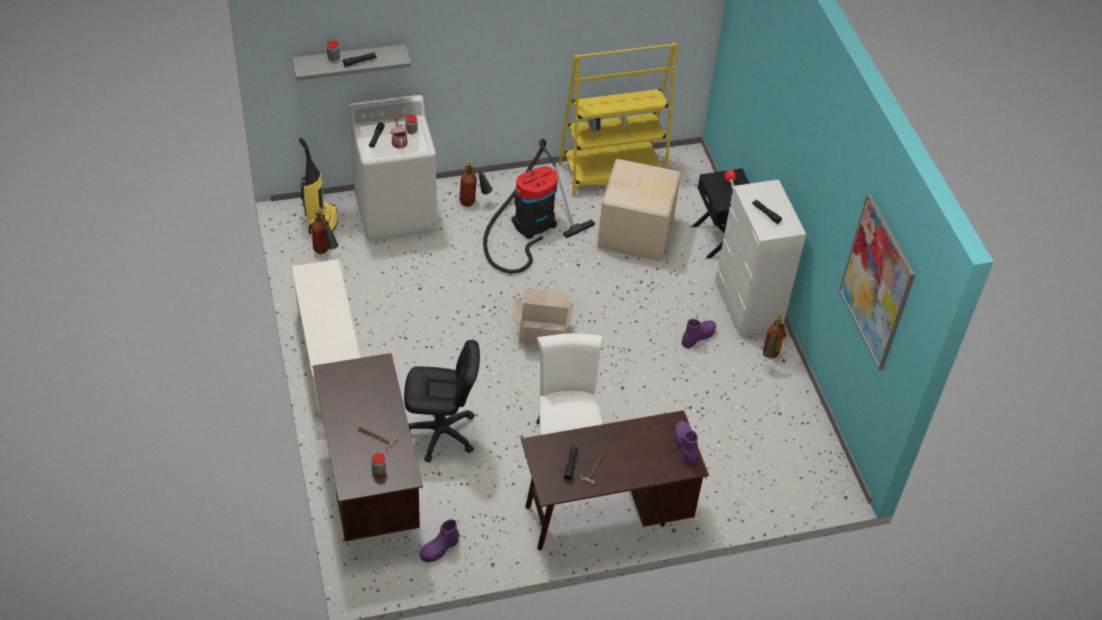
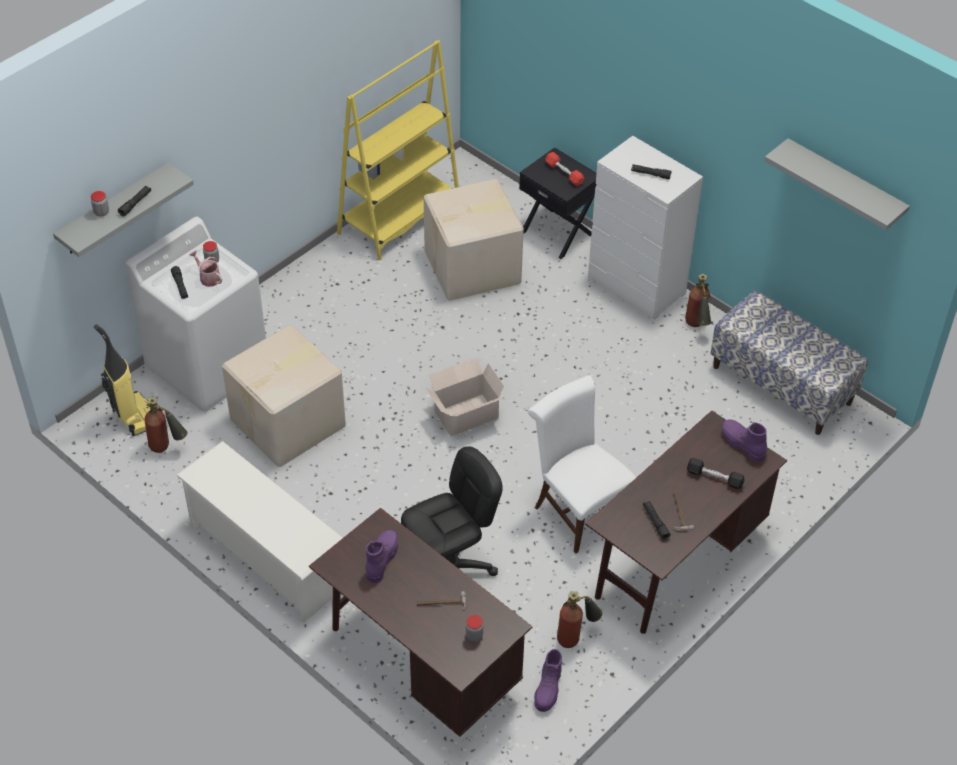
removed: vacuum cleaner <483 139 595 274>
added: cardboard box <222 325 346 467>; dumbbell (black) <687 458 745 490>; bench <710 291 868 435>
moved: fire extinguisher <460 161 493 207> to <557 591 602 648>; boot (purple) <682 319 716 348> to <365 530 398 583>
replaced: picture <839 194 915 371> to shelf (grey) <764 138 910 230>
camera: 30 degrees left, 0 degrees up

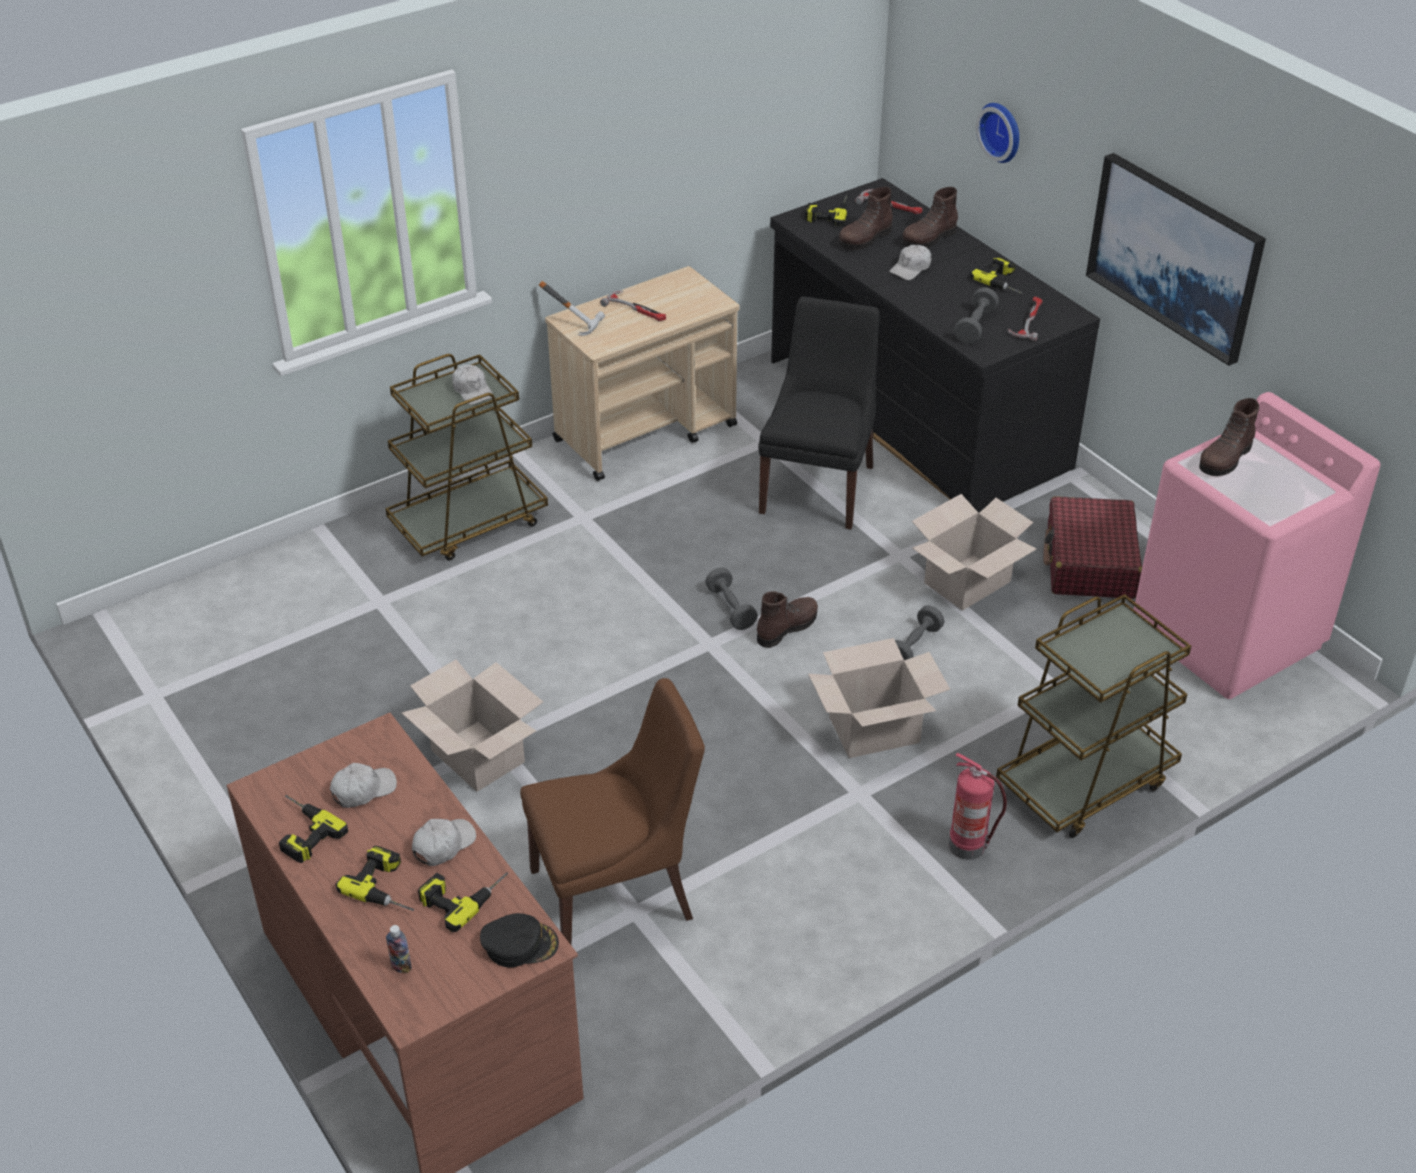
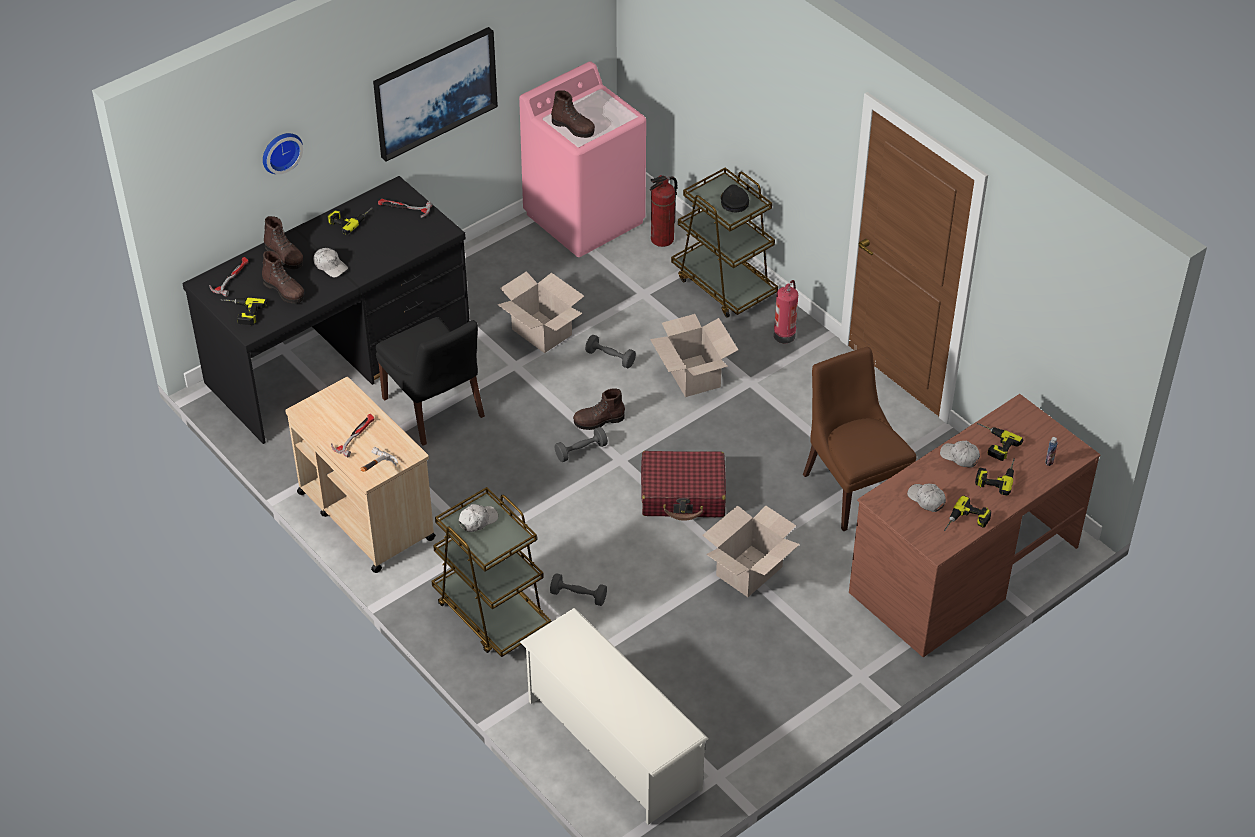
added: shoe rack (white) <520 608 709 825>; fire extinguisher <650 175 677 247>
moved: cap (black) <480 913 559 968> to <721 184 749 212>; dumbbell (grey) <954 287 999 344> to <550 573 607 606>; suitcase (red) <1043 496 1142 599> to <641 451 726 521>
turned: boot (brown) <757 592 818 648> = <573 388 625 430> 60 degrees counterclockwise; chair (black) <758 296 880 529> = <376 317 485 446> 135 degrees counterclockwise
camera: 95 degrees left, 5 degrees up

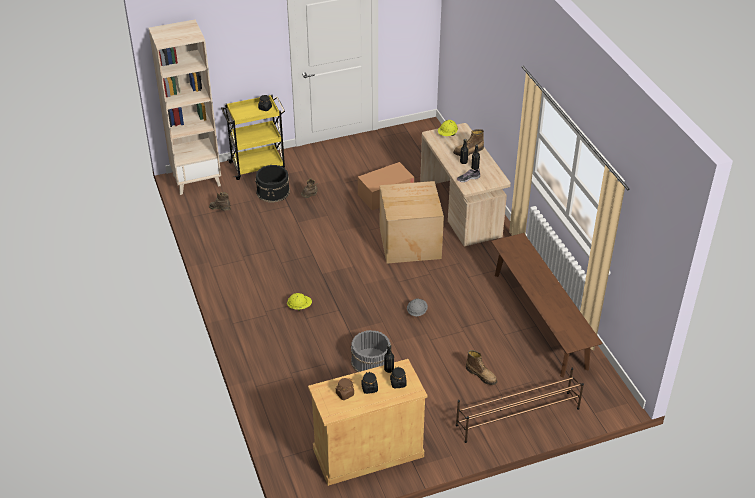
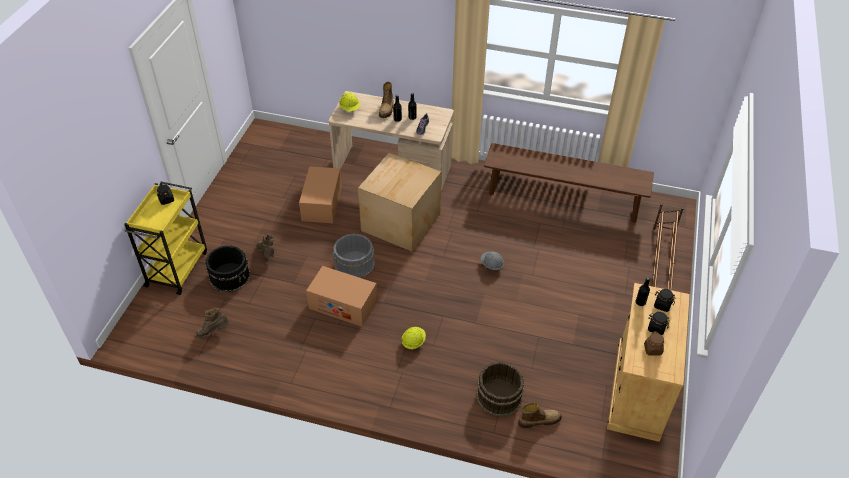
removed: bookcase (beige) <148 20 221 195>
added: cardboard box <306 266 377 327>; bucket (brown) <476 362 524 417>
moved: bucket (grey) <351 330 391 372> to <332 234 375 278>; boot <466 350 497 385> to <518 403 562 428>
camera: 55 degrees left, 5 degrees up

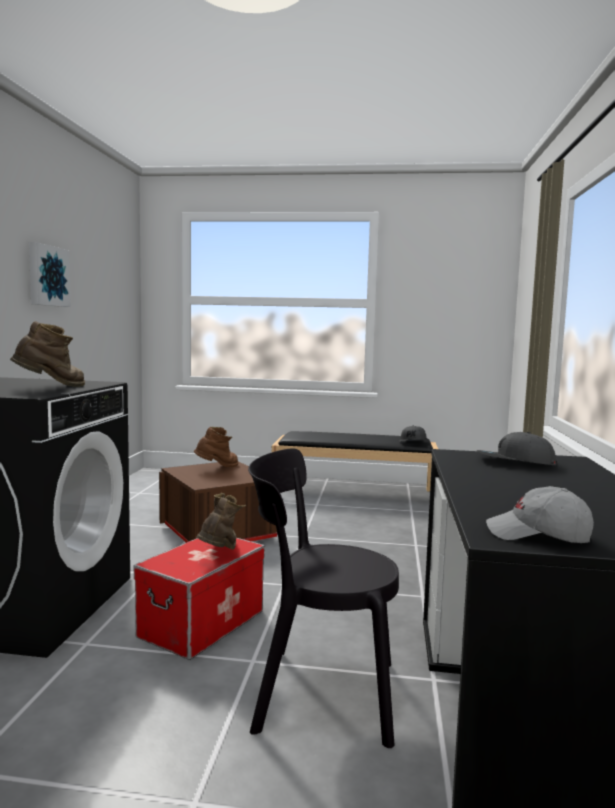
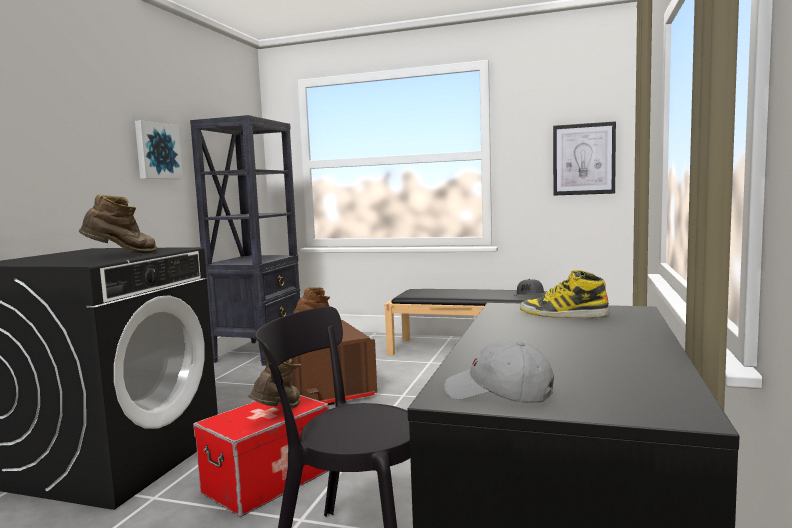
added: bookcase (black) <190 115 300 366>; picture <553 121 616 196>
replaced: cap (grey) <477 432 557 465> to boot <520 270 609 318>
camera: 10 degrees right, 0 degrees up

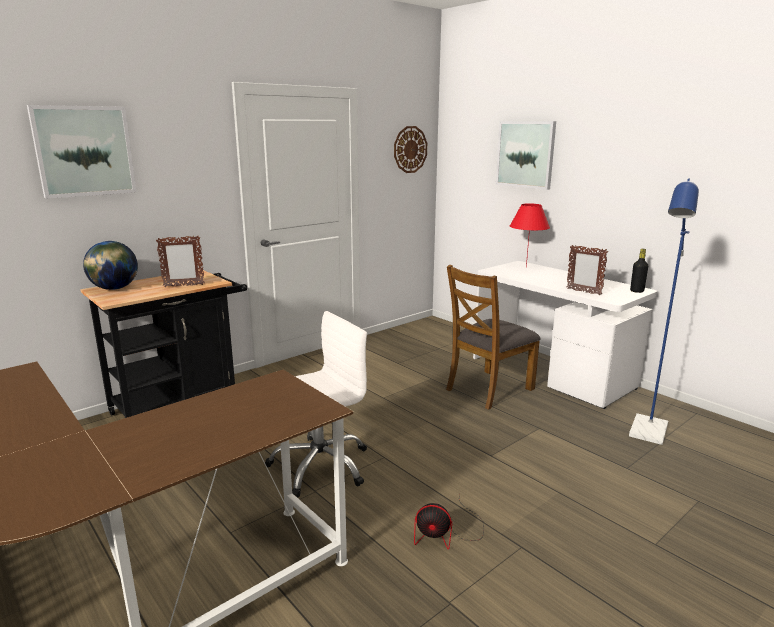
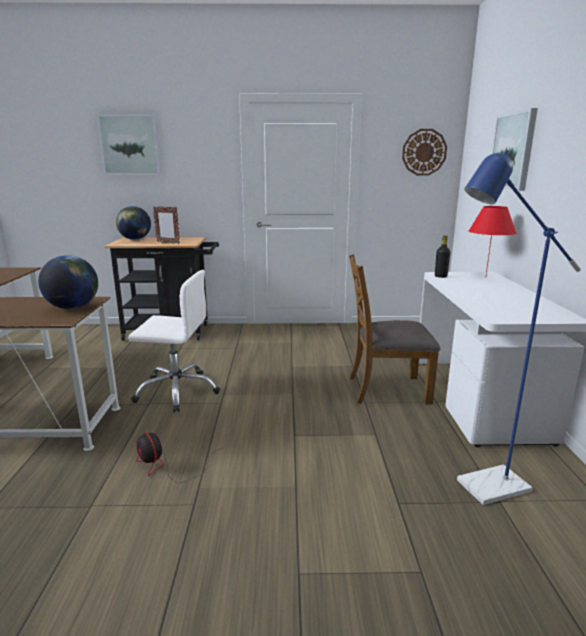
removed: picture frame <567 245 608 295>
added: globe <38 255 98 309>
moved: bottle (black) <630 249 648 293> to <435 235 450 278>
camera: 40 degrees right, 0 degrees up

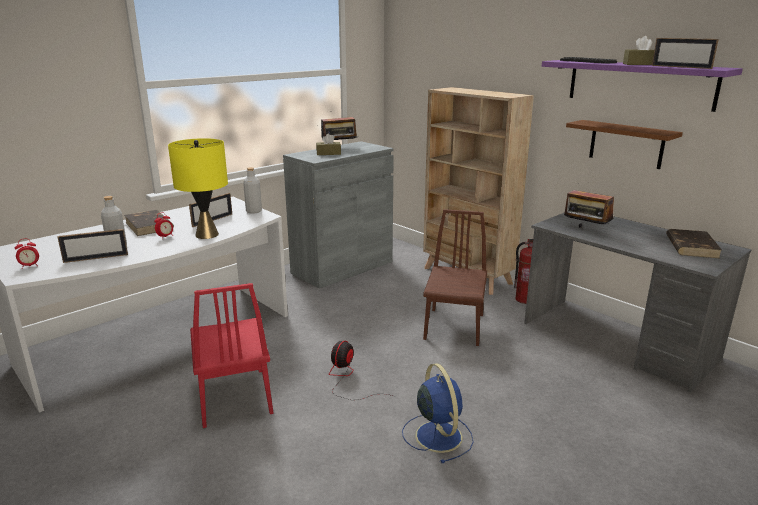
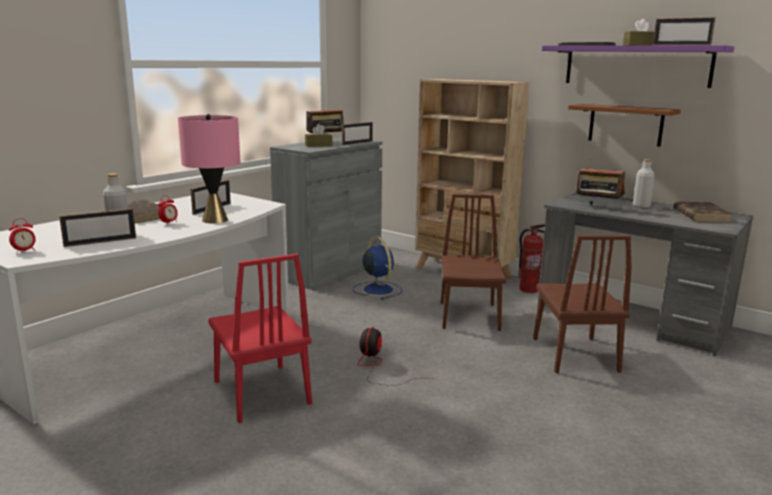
added: picture frame <342 122 373 145>; chair (brown) <533 235 632 373>
moved: bottle (grey) <243 167 262 214> to <633 159 655 208>; fan (blue) <402 363 474 463> to <353 237 402 300>
recoloured: table lamp (yellow) <168 138 228 239> to table lamp (pink) <178 114 241 223>
camera: 10 degrees left, 5 degrees down

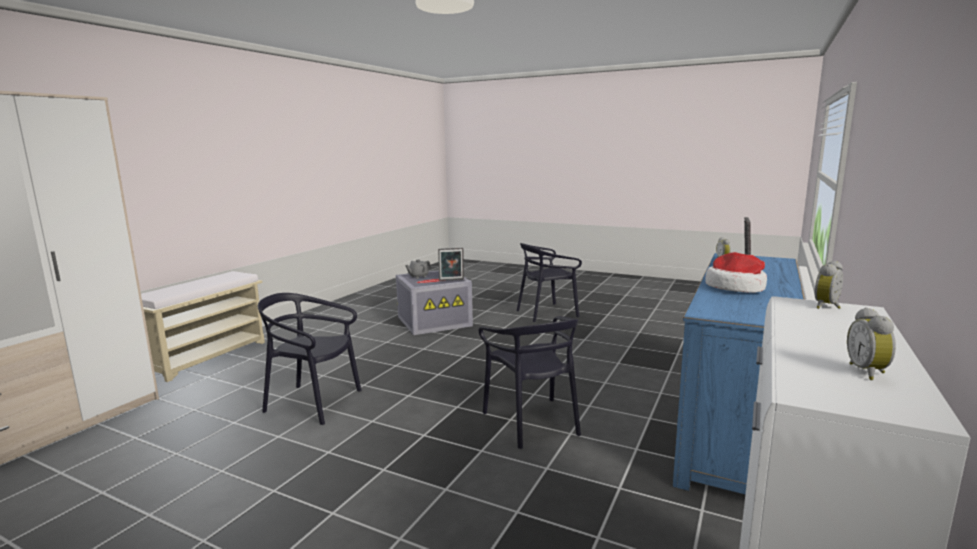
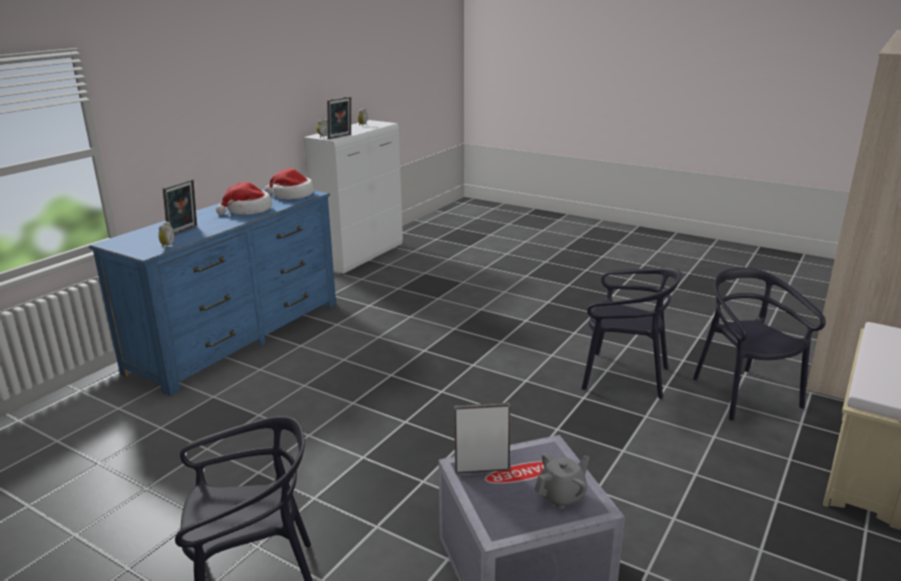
added: hat <265 169 315 199>; picture frame <327 97 351 139>
moved: chair (black) <479 316 581 449> to <693 268 826 421>
camera: 175 degrees left, 10 degrees up

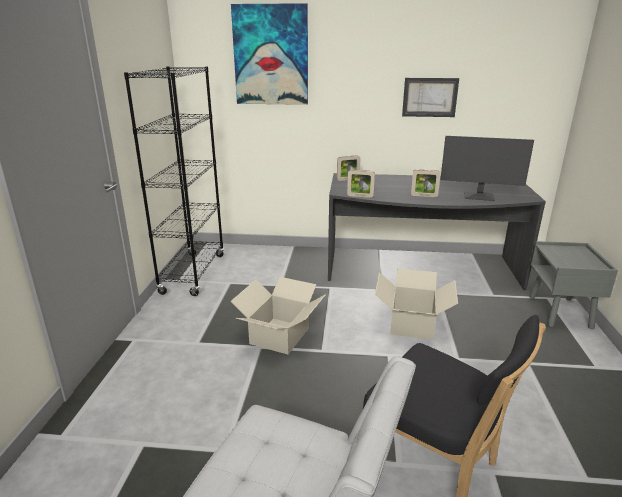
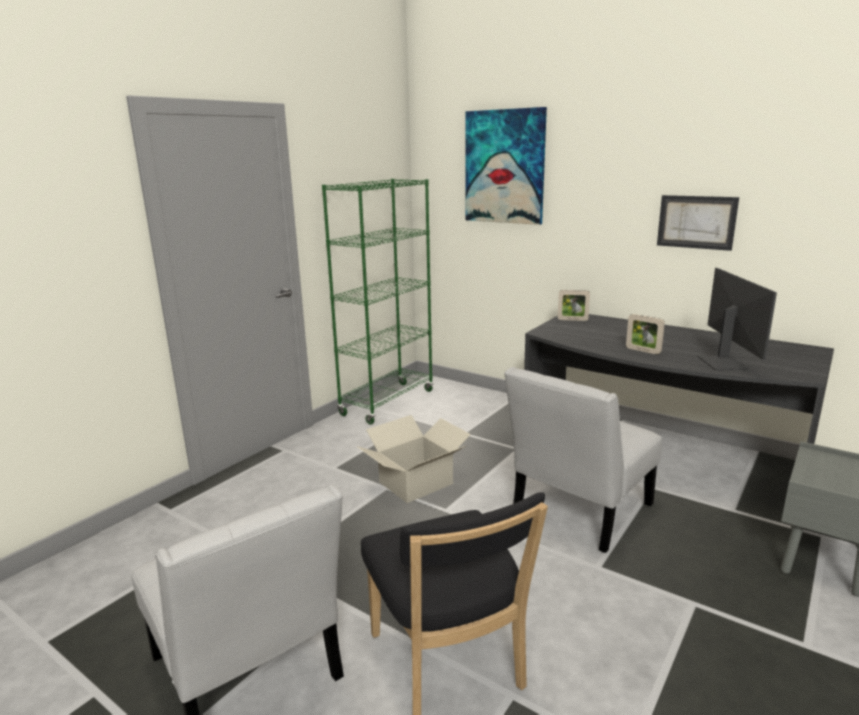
removed: picture frame <347 170 375 198>
replaced: cardboard box <375 268 458 340> to chair (white) <504 367 662 553>
recoloured: bookcase (black) <124 66 225 296> to bookcase (green) <322 178 434 424>
turned: monitor <440 136 534 201> = <697 268 777 370> 135 degrees counterclockwise
camera: 30 degrees right, 5 degrees down

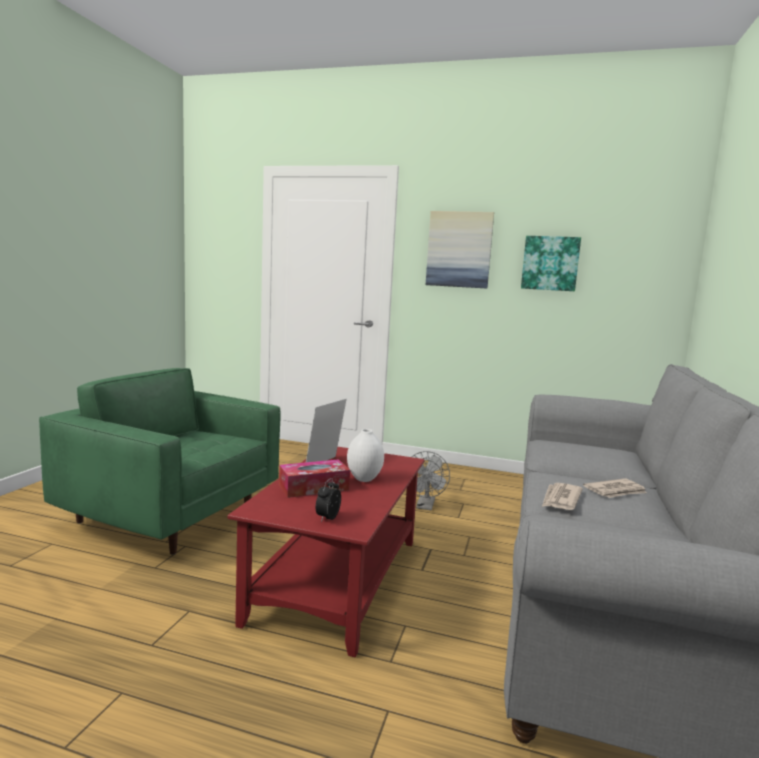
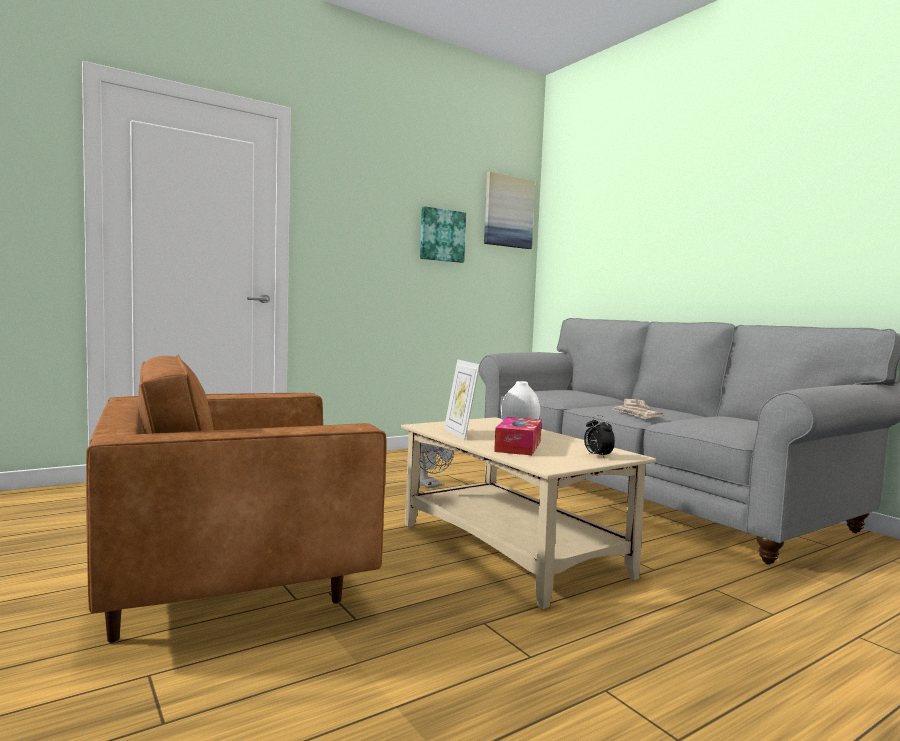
moved: picture <426 211 494 289> to <484 172 535 249>
recoloured: armchair (green) <39 368 280 555> to armchair (brown) <86 355 386 643>; coffee table (red) <227 447 425 657> to coffee table (beige) <401 417 656 609>
camera: 50 degrees left, 5 degrees down

